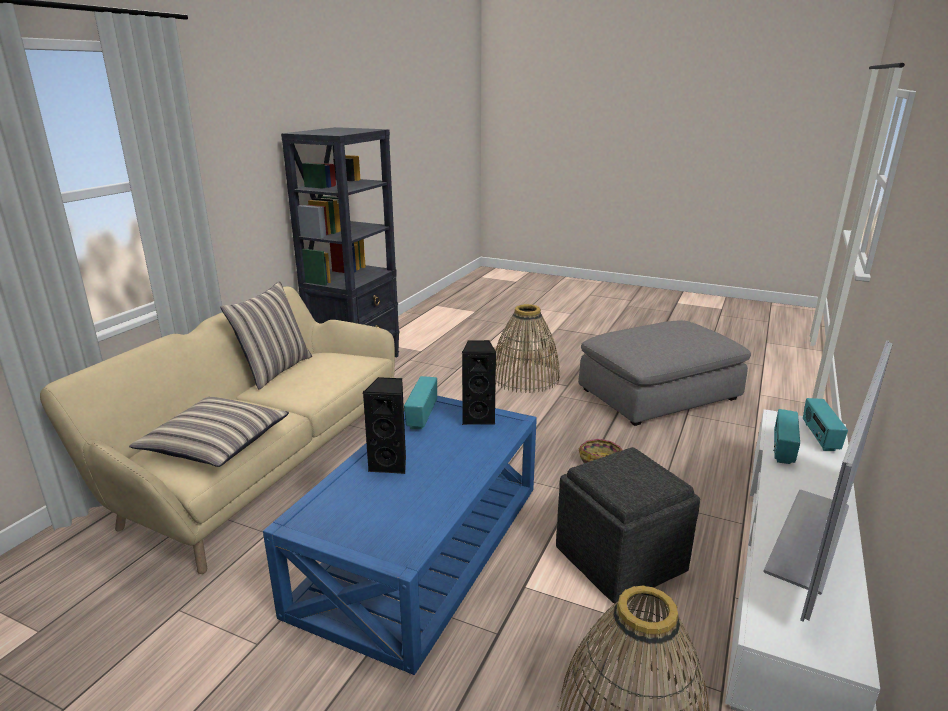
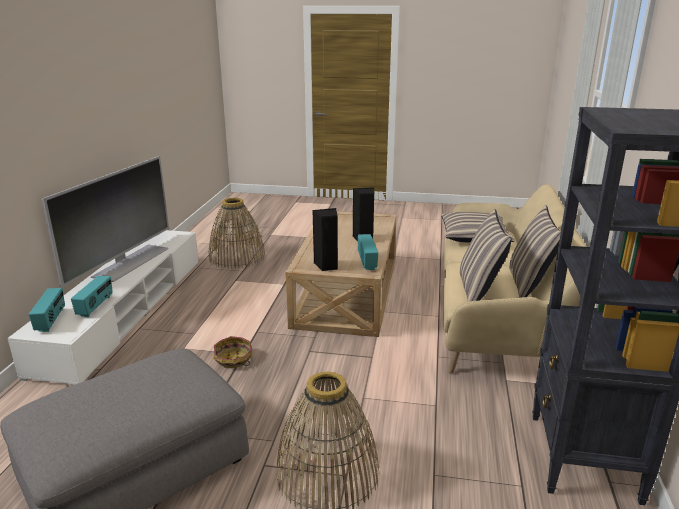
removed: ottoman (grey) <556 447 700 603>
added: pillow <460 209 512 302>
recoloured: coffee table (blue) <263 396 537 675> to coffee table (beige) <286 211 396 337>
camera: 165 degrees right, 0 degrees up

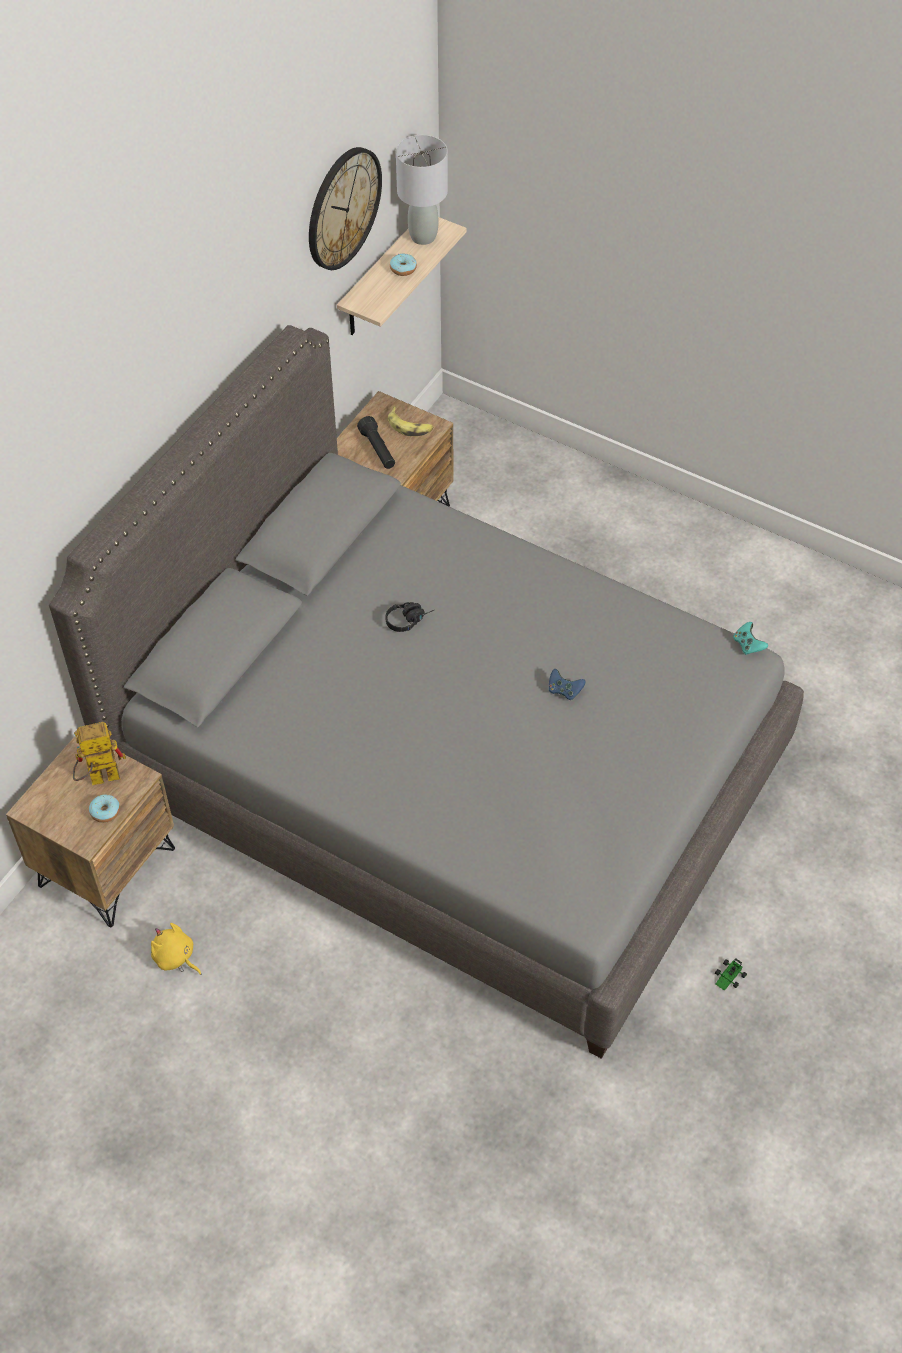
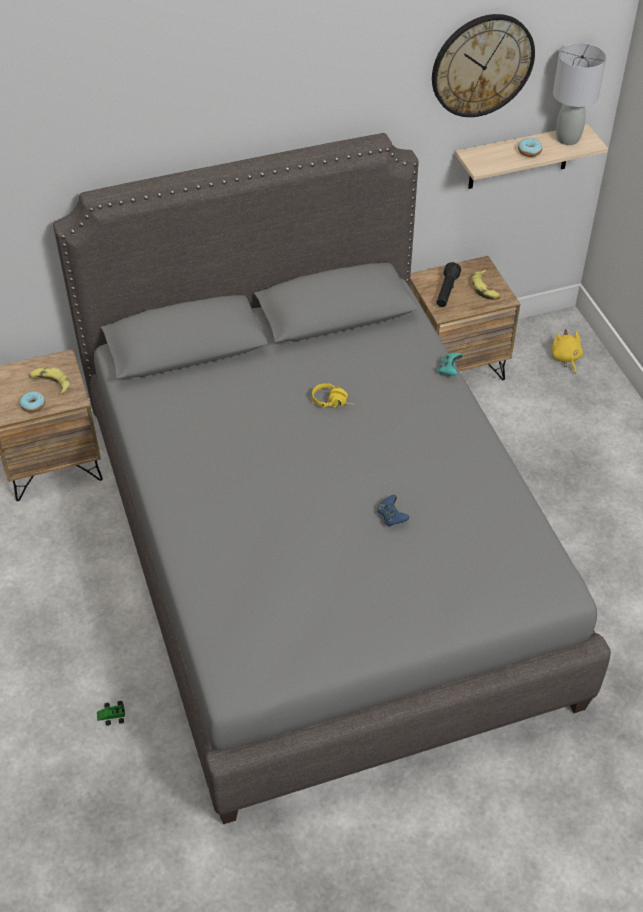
moved: plush toy (yellow) <151 923 201 975> to <552 329 583 374>; toy car <715 958 747 991> to <97 701 125 726>; game controller (turquoise) <733 622 768 655> to <438 353 463 376>
replaced: toy robot <73 722 126 785> to banana <29 368 70 395>
recoloured: headphones (black) <385 602 434 632> to headphones (yellow) <312 383 355 407>
camera: 40 degrees right, 5 degrees down

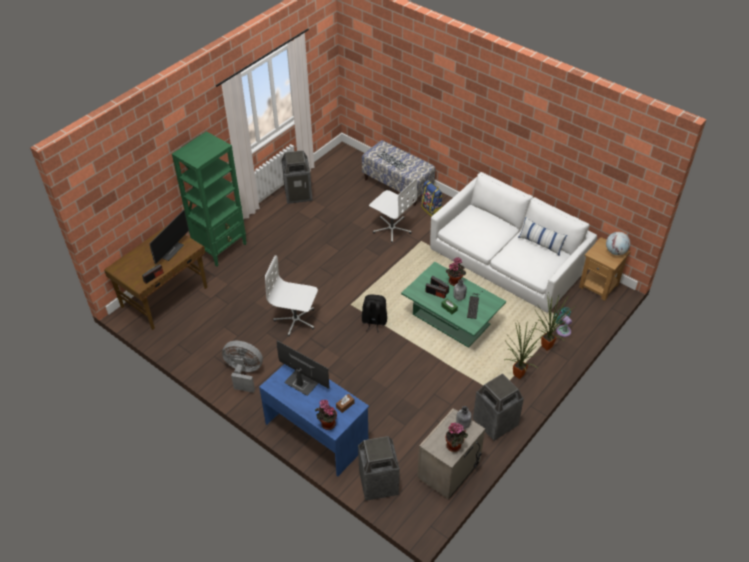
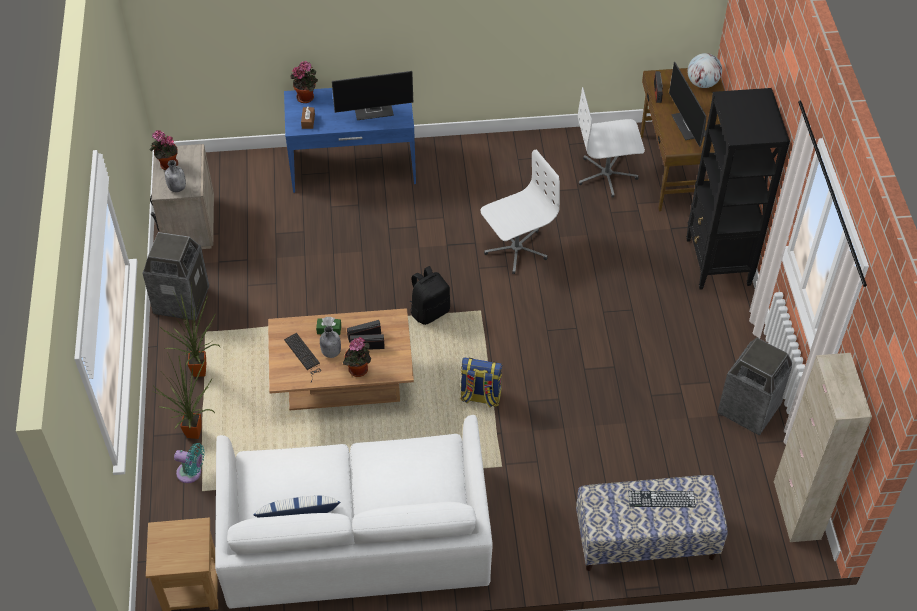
removed: fan (grey) <222 341 263 393>; trash can <358 436 400 501>
added: cabinet (beige) <774 353 872 542>
moved: office chair (white) <369 179 417 243> to <578 87 645 198>; backpack <421 181 443 217> to <460 357 503 408>; globe <606 232 630 255> to <688 53 722 88>
recoloured: bookcase (green) <172 131 247 267> to bookcase (black) <686 88 790 290>; coffee table (green) <401 262 506 348> to coffee table (brown) <268 308 414 410>
camera: 135 degrees right, 5 degrees up

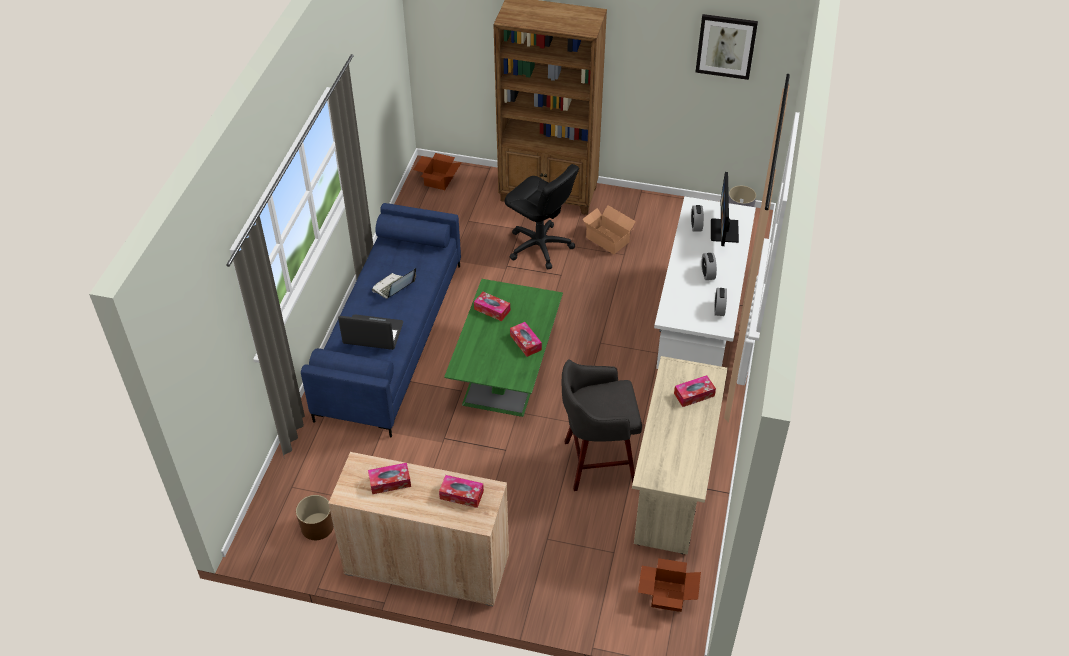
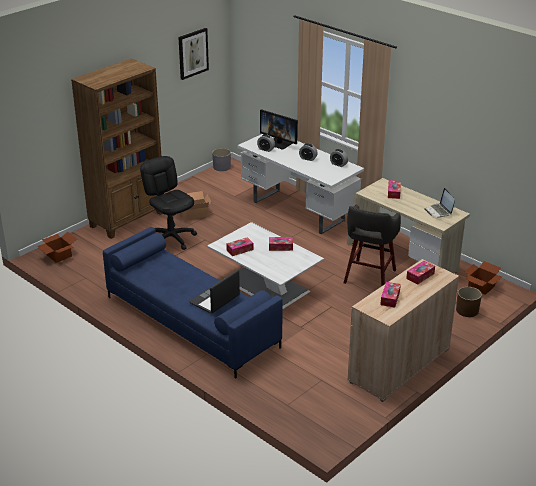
moved: planter (brown) <296 495 334 540> to <456 287 482 317>; laptop <372 268 416 299> to <424 188 455 218>
recoloured: coffee table (green) <444 279 563 417> to coffee table (white) <207 222 324 309>
turned: office chair (black) <505 164 579 269> = <140 156 197 250> 105 degrees counterclockwise
camera: 60 degrees left, 15 degrees down

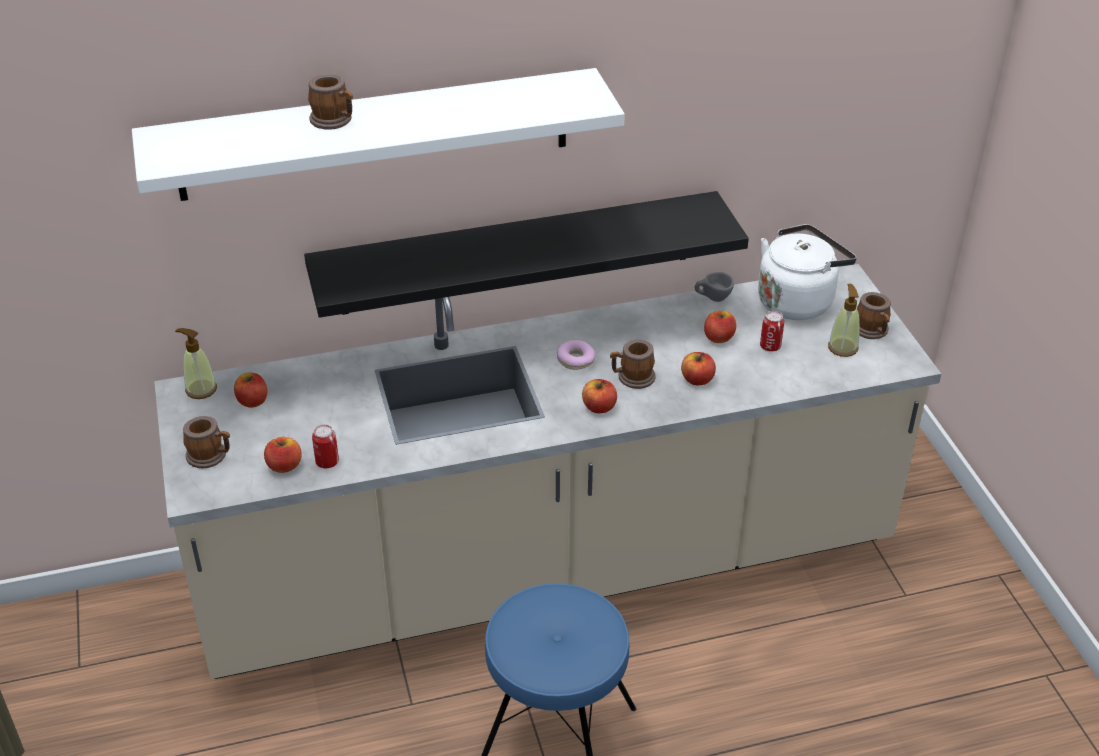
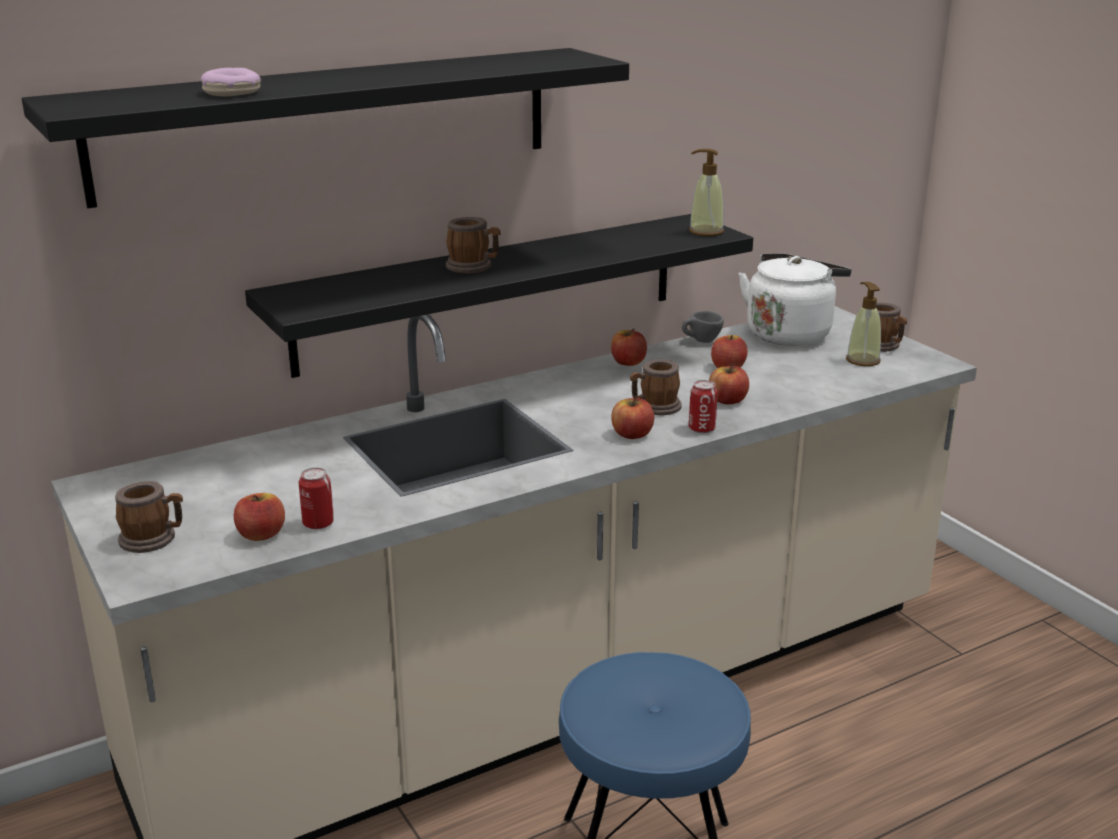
moved: soap dispenser <175 328 217 399> to <689 149 724 236>; apple <234 372 267 408> to <611 328 647 366>; mug <308 74 353 130> to <446 217 501 273>; donut <557 340 596 370> to <201 68 261 96>; can <760 311 784 352> to <689 380 718 433>
recoloured: shelf (white) <132 68 625 201> to shelf (black) <22 48 629 208>
camera: 15 degrees left, 15 degrees down

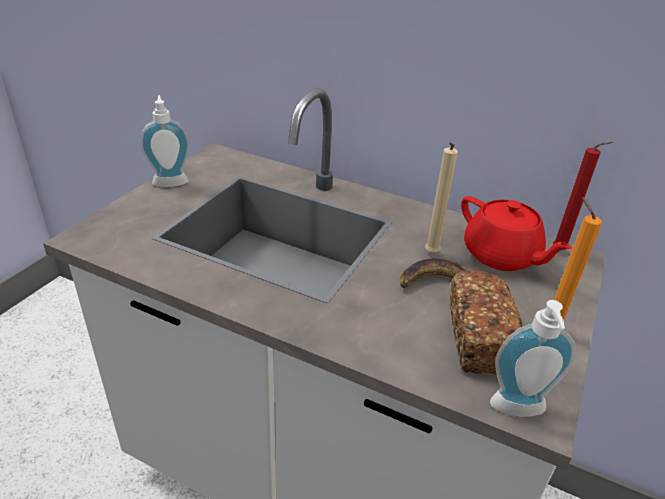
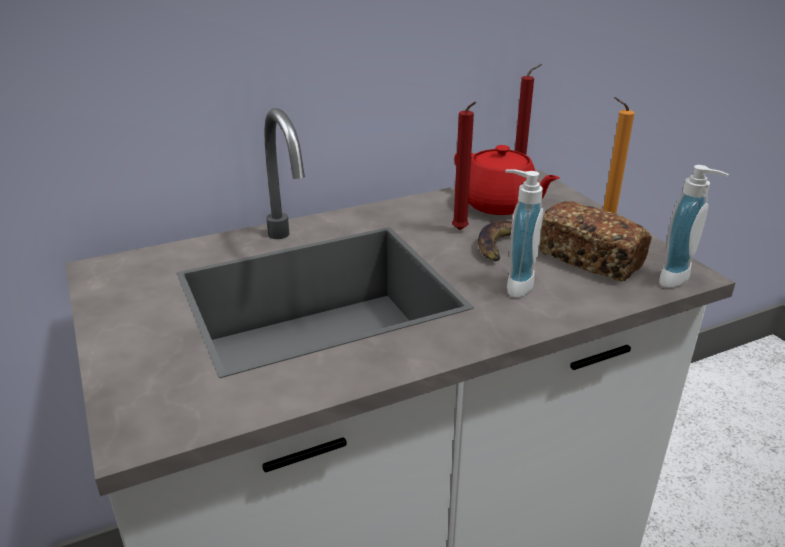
moved: soap dispenser <140 95 190 187> to <505 169 543 298>
recoloured: candle (beige) <425 142 458 253> to candle (red) <452 102 476 230>
turned: teapot (red) <461 196 573 271> = <454 145 560 215> 45 degrees clockwise
camera: 50 degrees left, 5 degrees down

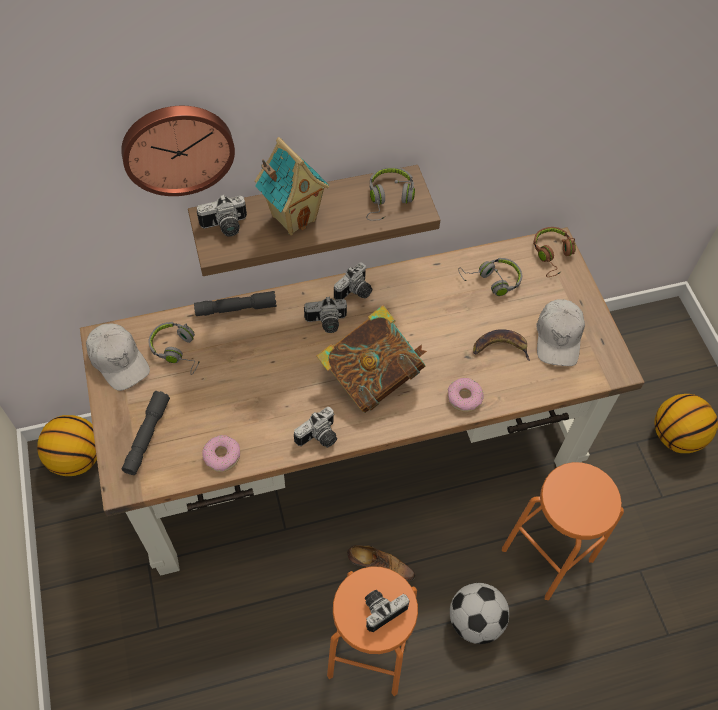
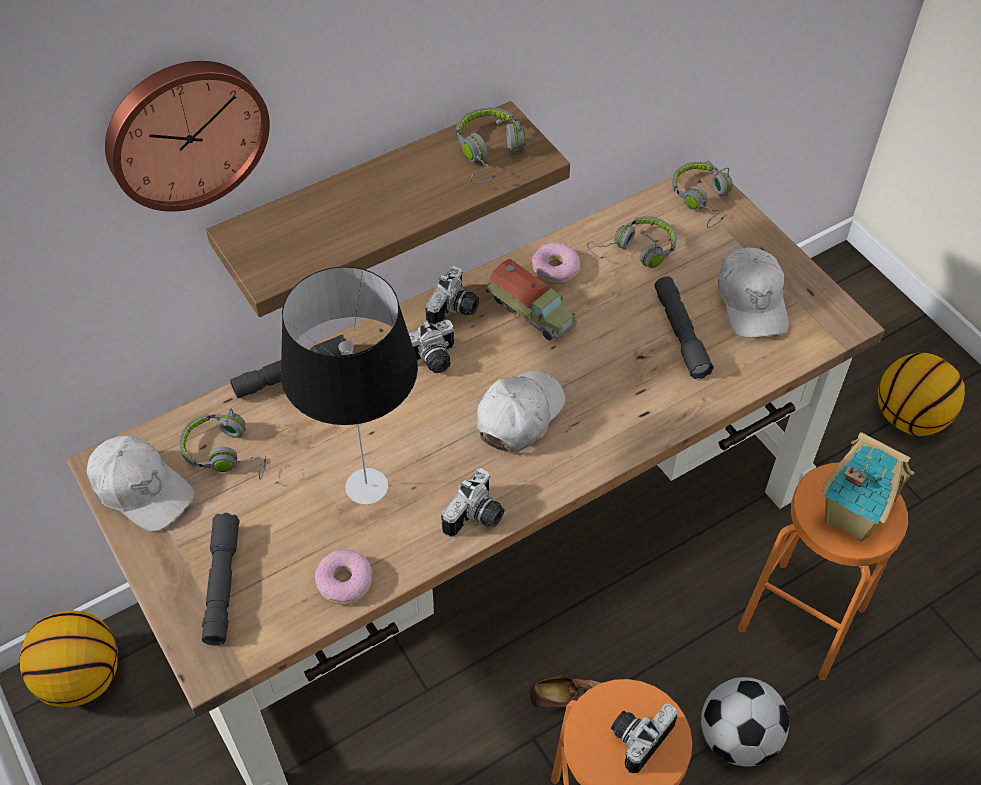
removed: photo camera <197 194 247 237>
added: table lamp <281 267 418 504>; toy truck <486 258 577 340>
moved: toy house <255 137 329 235> to <822 432 914 542>; donut <448 378 484 412> to <532 242 580 284>
replaced: book <316 305 427 413> to cap (white) <477 371 565 453>; banana <473 329 530 361> to flashlight (grey) <654 276 714 379>
recoloured: headphones (brown) <533 227 576 277> to headphones (grey) <672 162 733 228>
camera: 15 degrees left, 5 degrees down

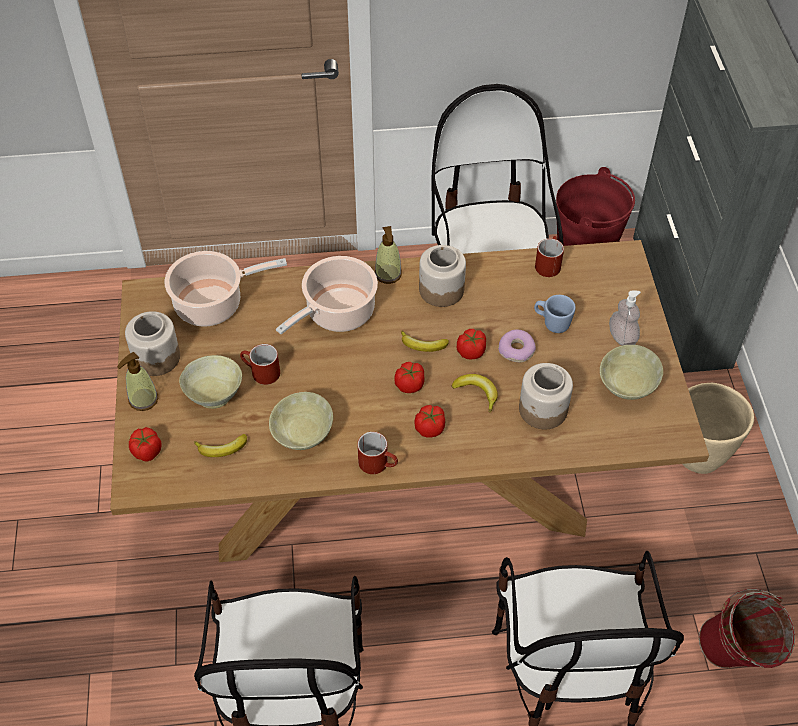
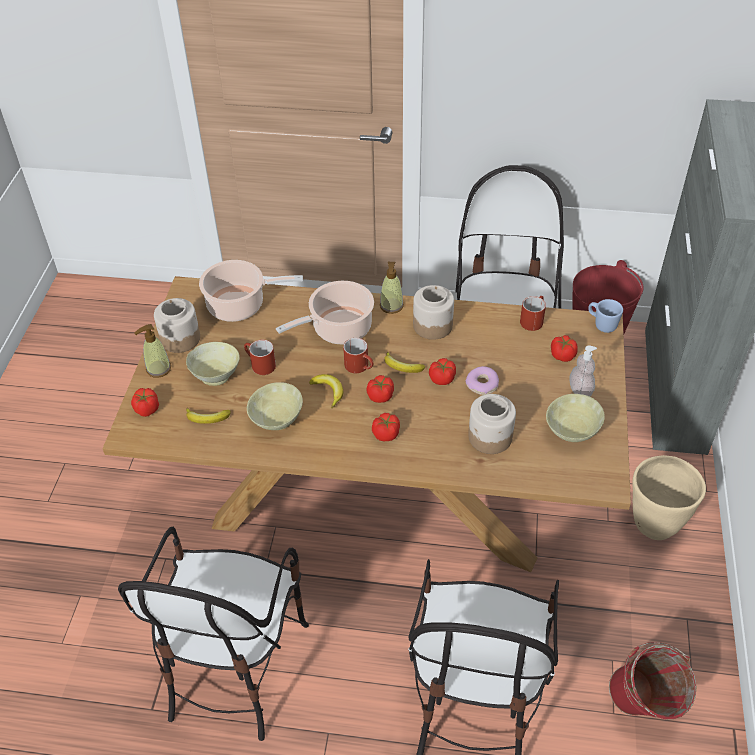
added: tomato <551 335 578 362>
moved: mug (red) <357 432 398 474> to <343 338 374 373>; banana <452 374 498 413> to <309 374 343 408>; mug (blue) <534 295 576 333> to <588 299 623 333>
camera: 15 degrees right, 5 degrees down

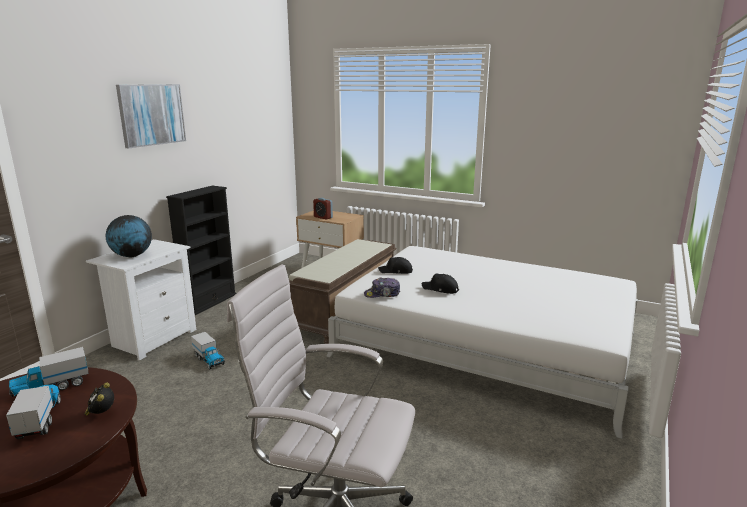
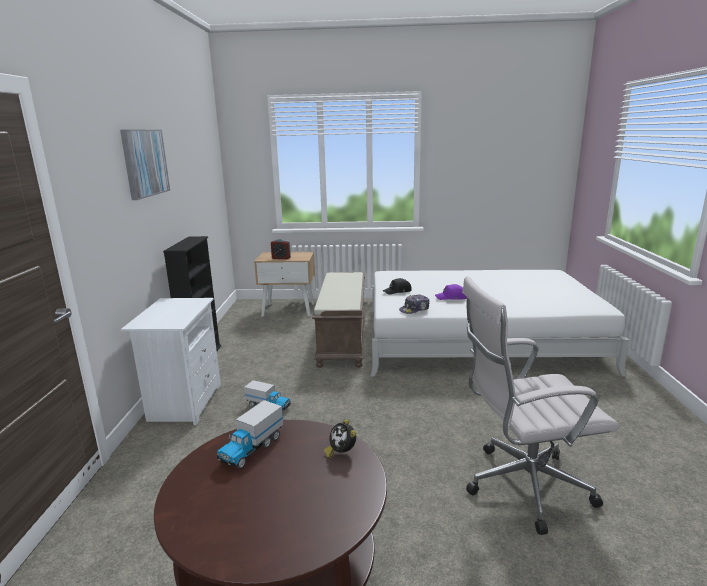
removed: toy truck <6 382 61 439>; globe <106 215 152 257>
recoloured: cap (black) <422 274 459 294> to cap (purple) <435 284 467 300>
camera: 25 degrees left, 0 degrees up

